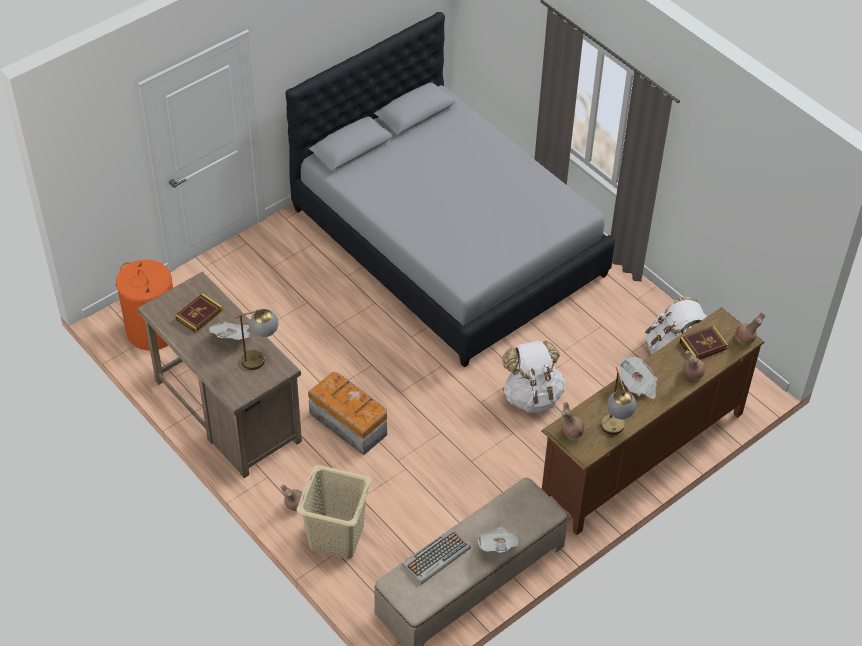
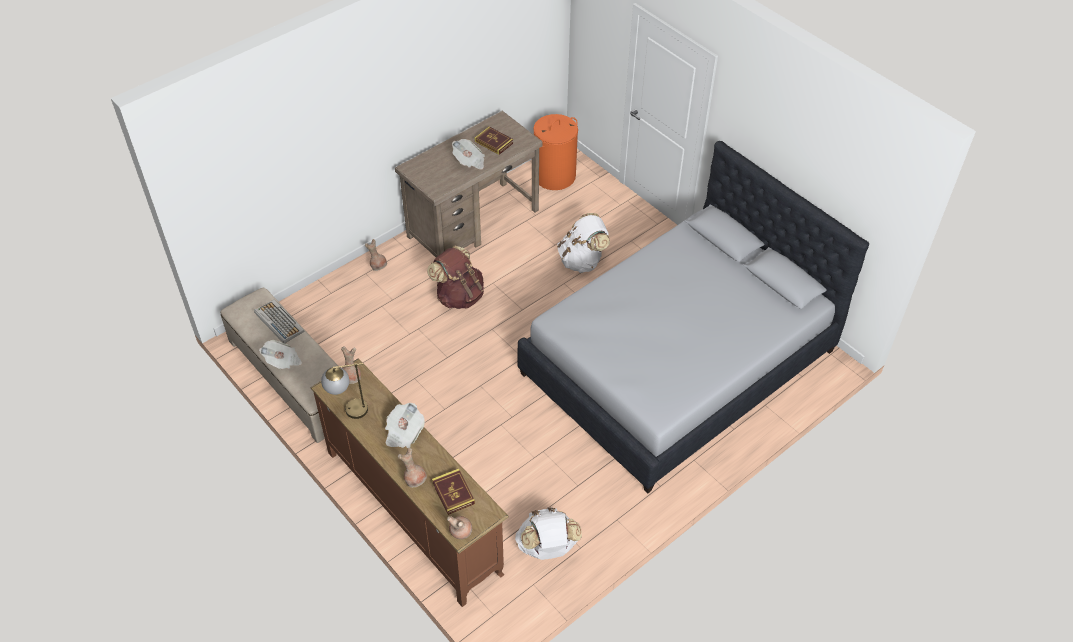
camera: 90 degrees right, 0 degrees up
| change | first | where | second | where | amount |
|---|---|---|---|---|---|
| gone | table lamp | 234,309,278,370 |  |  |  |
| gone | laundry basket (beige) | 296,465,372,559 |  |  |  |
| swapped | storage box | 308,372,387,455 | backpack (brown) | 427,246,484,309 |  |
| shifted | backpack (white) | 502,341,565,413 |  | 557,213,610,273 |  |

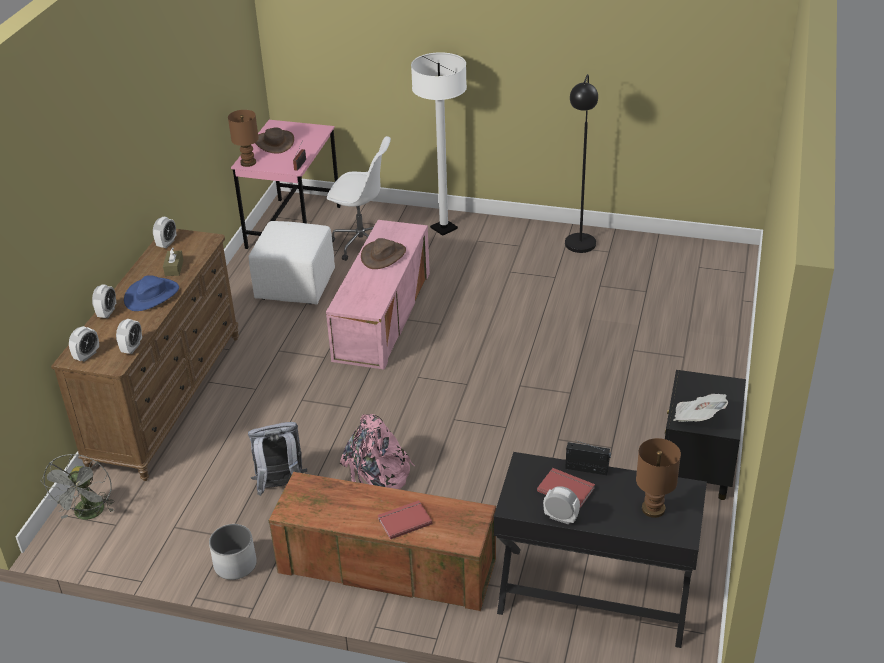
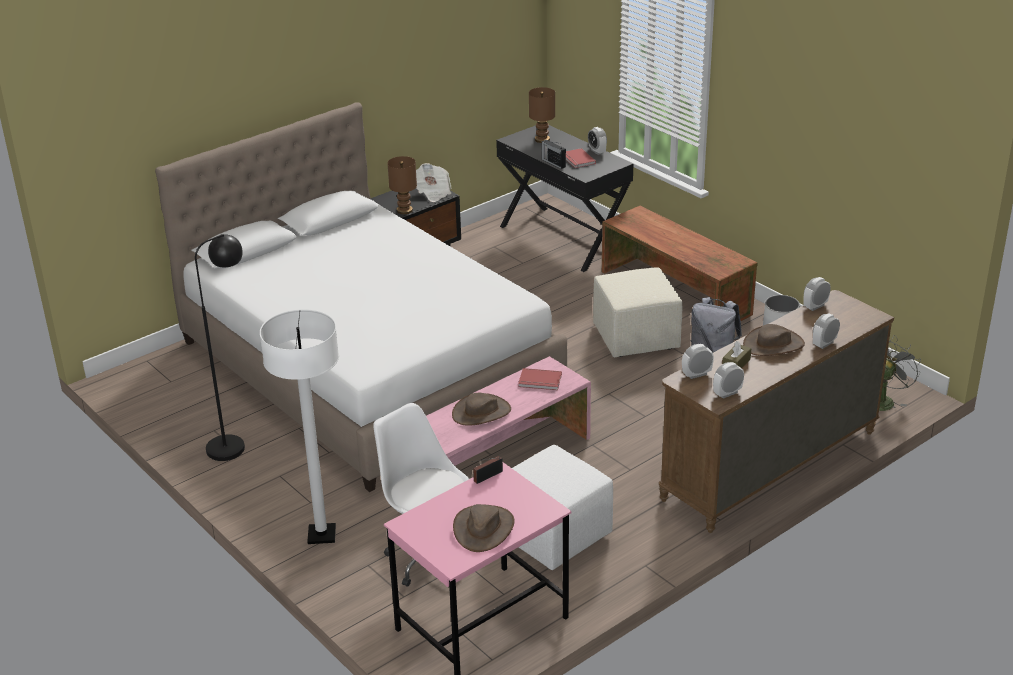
camera: 145 degrees left, 5 degrees down
| change | first | where | second | where | amount |
|---|---|---|---|---|---|
| shifted | alarm clock | 69,326,99,362 |  | 682,344,714,379 |  |
| repainted | hat (blue) | 124,275,179,311 | hat (brown) | 743,324,805,356 |  |
| shifted | table lamp (brown) | 228,110,259,167 |  | 387,156,417,214 |  |
| swapped | backpack (pink) | 340,414,415,489 | ottoman (beige) | 593,267,682,357 |  |
| shifted | book (red) | 378,500,432,540 |  | 518,368,562,390 |  |
| new |  |  | bed (white) | 155,102,567,492 |  |

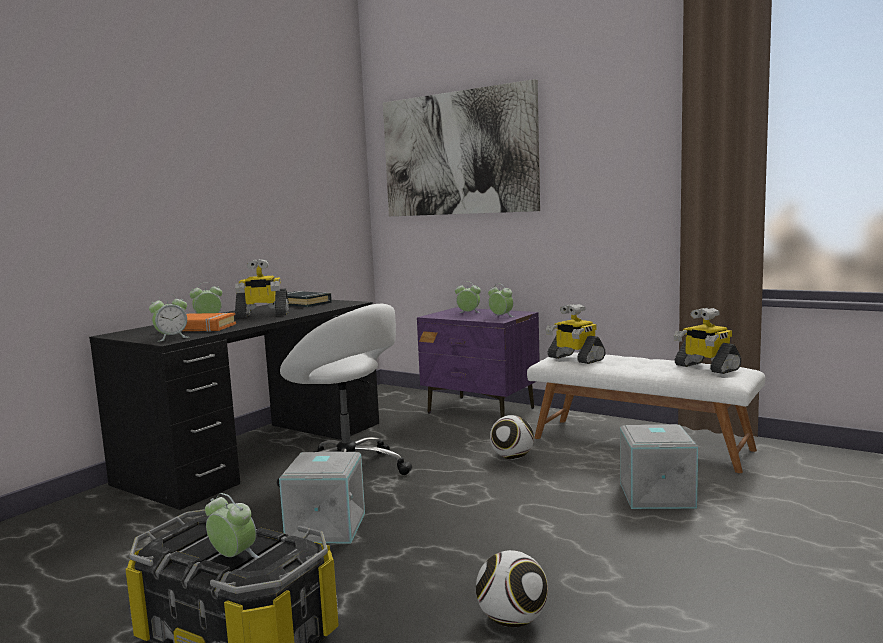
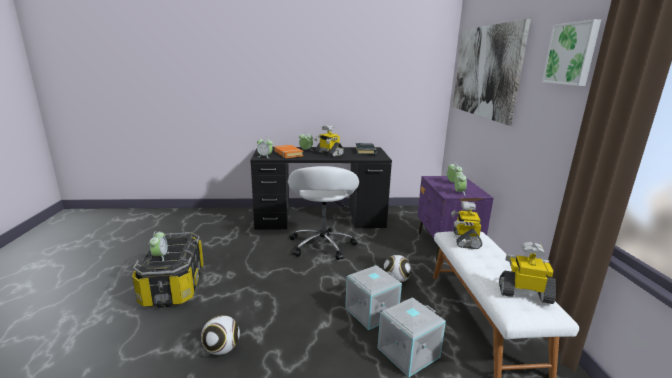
camera: 50 degrees right, 10 degrees up
| change | first | where | second | where | amount |
|---|---|---|---|---|---|
| shifted | storage box (grey) | 279,451,365,543 |  | 345,265,402,330 |  |
| rotated | toy robot | 674,308,741,374 |  | 499,242,556,304 | 90 degrees clockwise |
| new |  |  | picture | 542,19,601,86 |  |

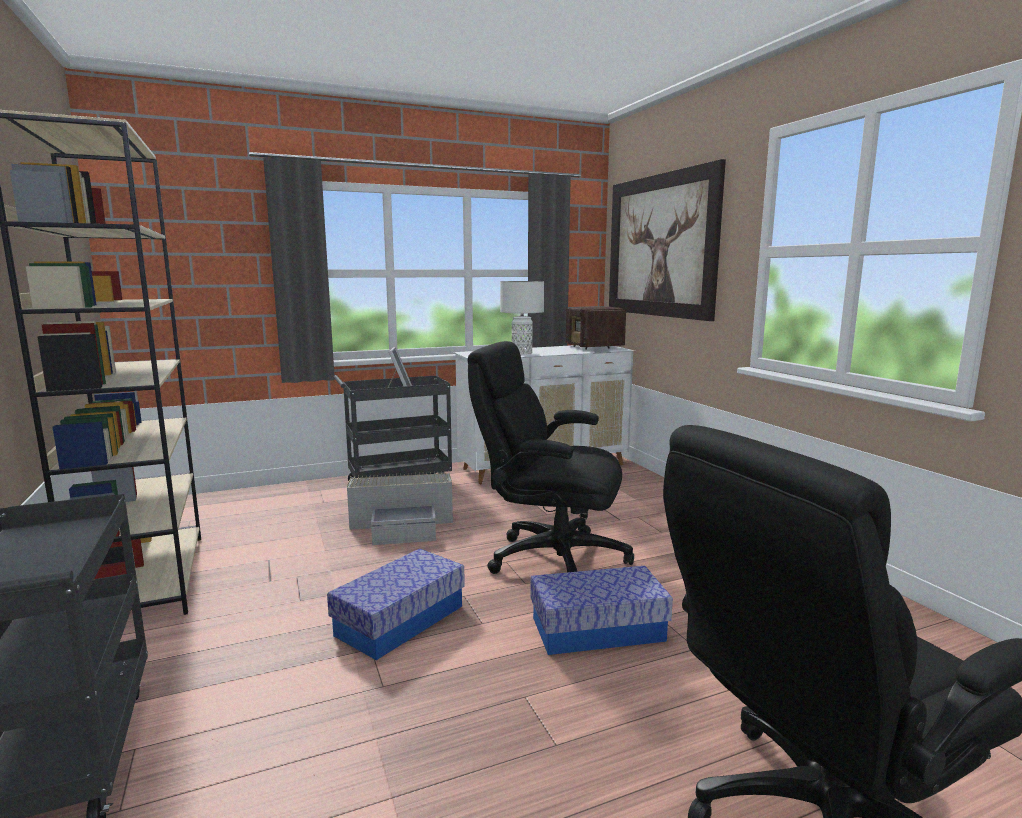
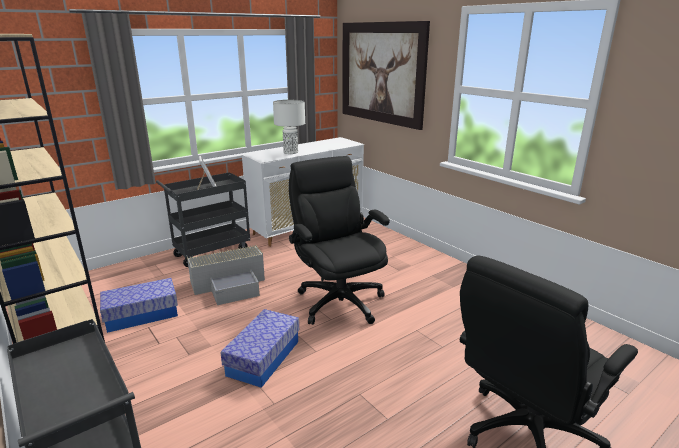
camera: 15 degrees left, 10 degrees up
| change | first | where | second | where | amount |
|---|---|---|---|---|---|
| rotated | office chair (black) | 468,341,634,574 |  | 289,156,390,325 | 60 degrees clockwise |
| shifted | storage box | 531,566,673,655 |  | 100,278,178,333 |  |
| gone | radio | 566,307,626,350 |  |  |  |

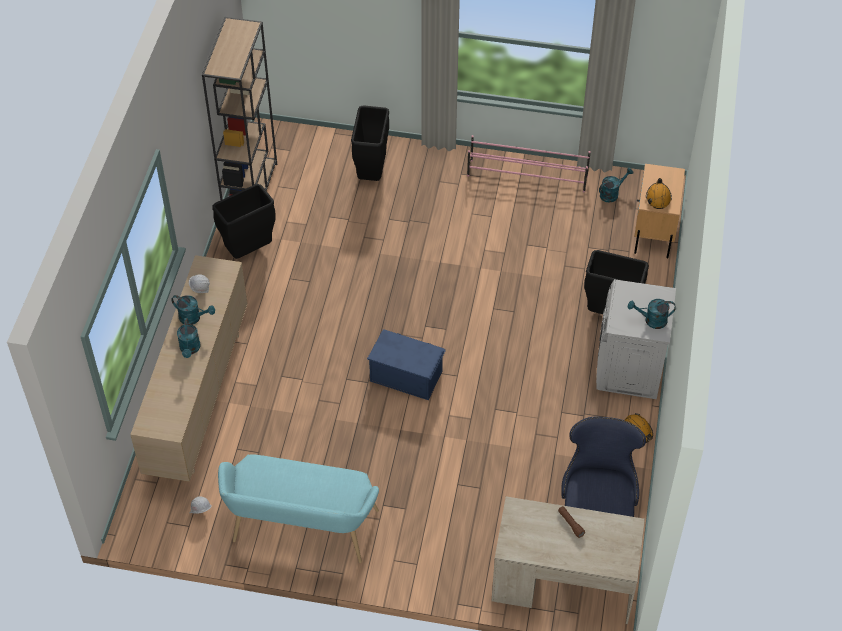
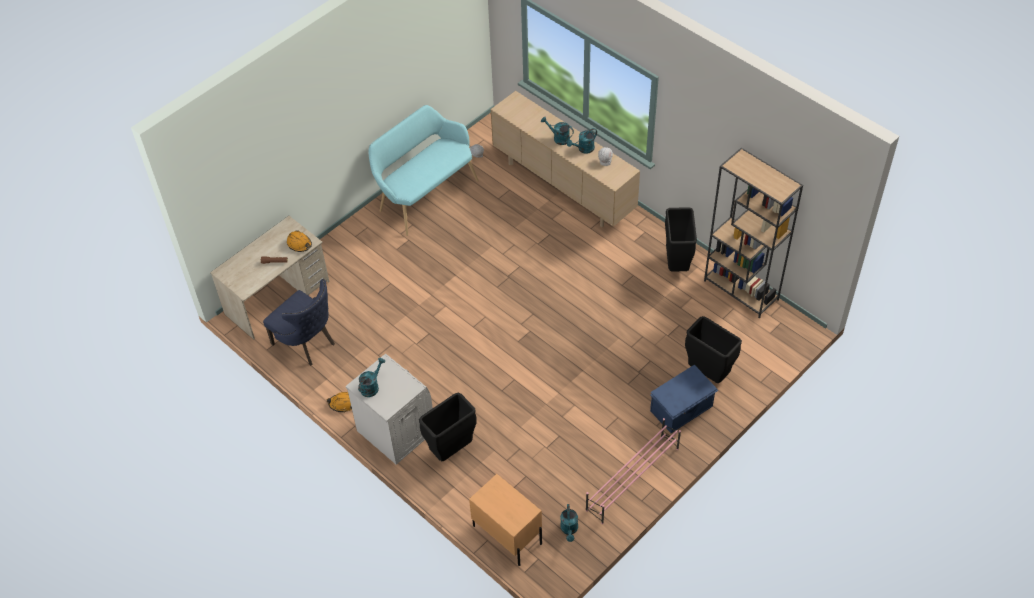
camera: 125 degrees right, 0 degrees up
| change | first | where | second | where | amount |
|---|---|---|---|---|---|
| shifted | storage box (blue) | 367,329,446,400 |  | 650,365,719,433 |  |
| shifted | hard hat (orange) | 646,178,672,209 |  | 287,230,312,252 |  |

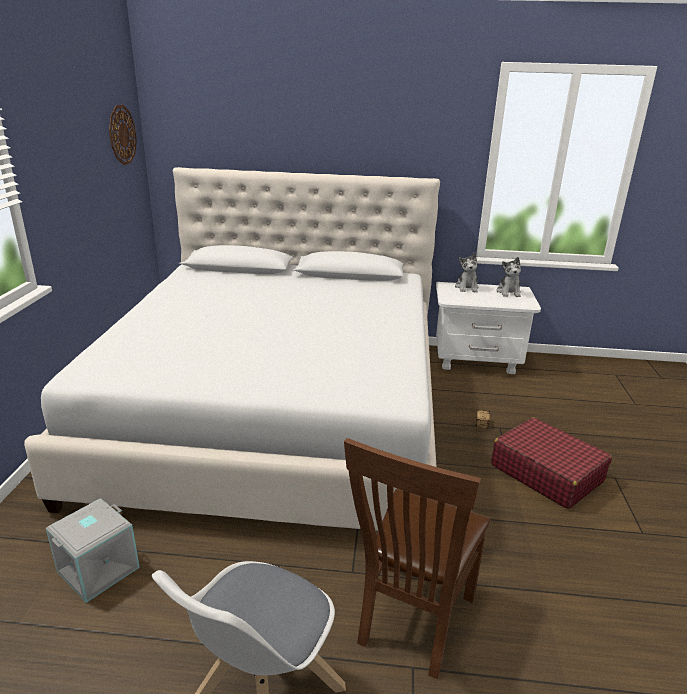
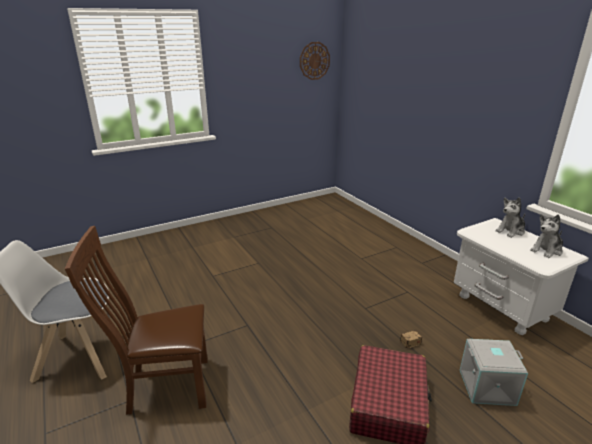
camera: 55 degrees right, 0 degrees up
| change | first | where | second | where | amount |
|---|---|---|---|---|---|
| gone | bed (white) | 24,167,440,531 |  |  |  |
| shifted | storage box (grey) | 46,498,140,603 |  | 460,339,528,406 |  |

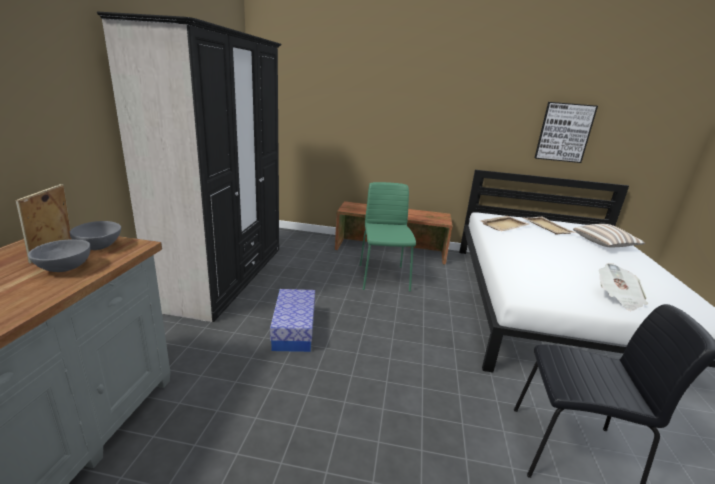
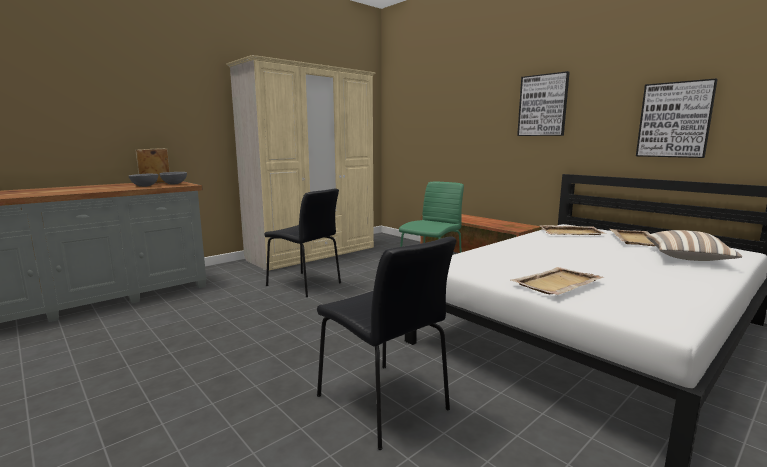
camera: 40 degrees right, 10 degrees down
| change | first | where | second | where | amount |
|---|---|---|---|---|---|
| repainted | wardrobe (black) | 97,11,281,322 | wardrobe (beige) | 226,55,375,271 |  |
| swapped | storage box | 270,289,315,352 | chair (black) | 264,188,341,297 |  |
| swapped | newspaper | 599,263,648,311 | tray (beige) | 510,267,604,295 |  |
| new |  |  | picture | 517,71,570,136 |  |

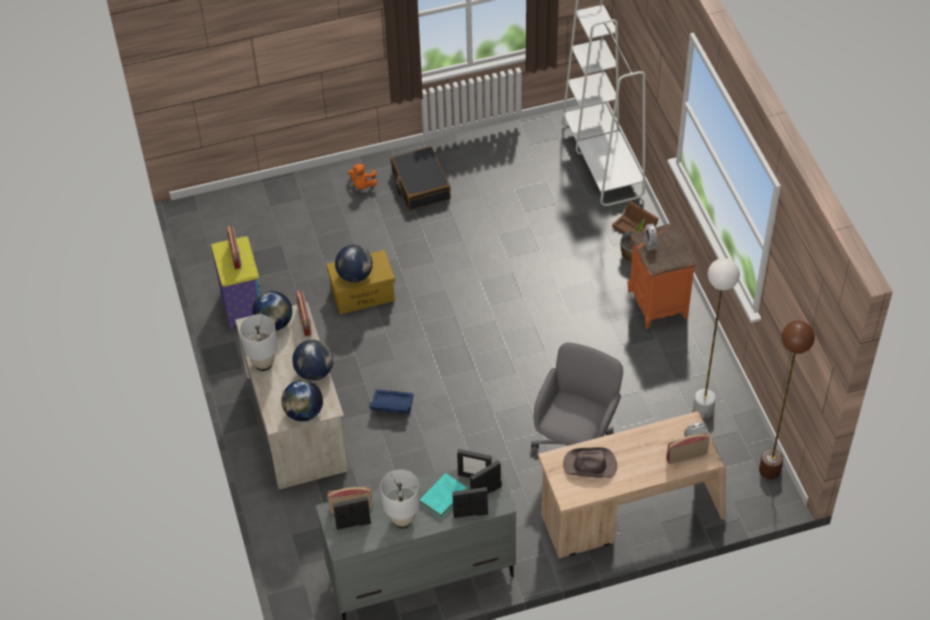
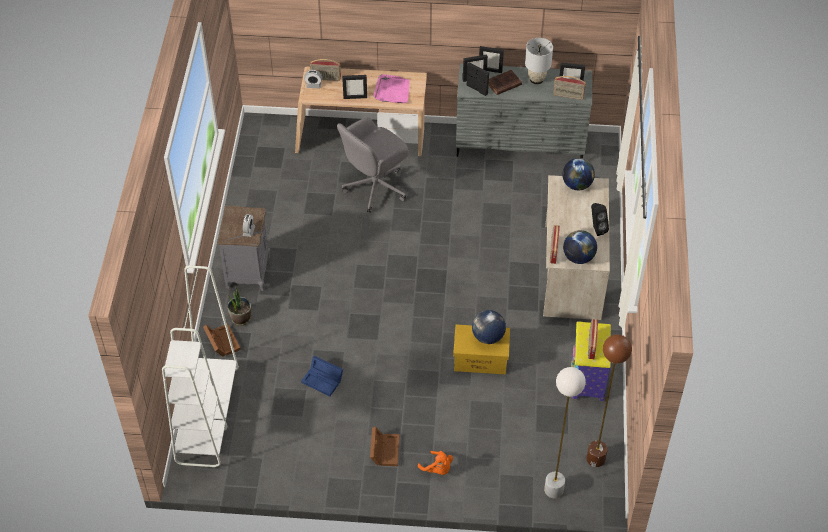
camera: 160 degrees left, 0 degrees up
| change | first | where | second | where | amount |
|---|---|---|---|---|---|
| swapped | table lamp (white) | 240,314,278,371 | speaker (black) | 591,203,609,236 |  |
| gone | globe | 292,340,333,381 |  |  |  |
| rotated | plush toy (orange) | 348,164,377,189 |  | 418,451,453,475 | 105 degrees clockwise |
| shifted | storage box (blue) | 369,389,413,414 |  | 301,356,343,396 |  |
| swapped | suitcase (black) | 391,147,451,210 | storage box (brown) | 370,427,400,466 |  |
| repainted | book (turquoise) | 420,473,467,518 | book (brown) | 489,70,522,95 |  |
| swapped | hat (brown) | 563,447,617,478 | tray (pink) | 373,74,409,103 |  |
| repainted | nightstand (orange) | 627,222,696,329 | nightstand (grey) | 218,205,274,291 |  |
| shifted | floor lamp (white) | 693,258,740,418 |  | 544,367,586,498 |  |
| shifted | floor lamp (brown) | 759,321,815,479 |  | 586,334,632,467 |  |
| new |  |  | picture frame | 342,75,367,99 |  |

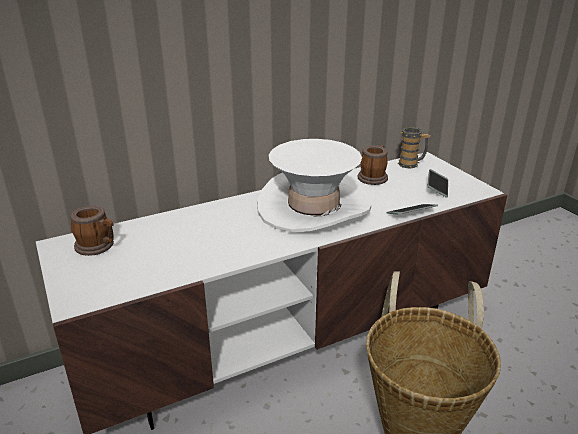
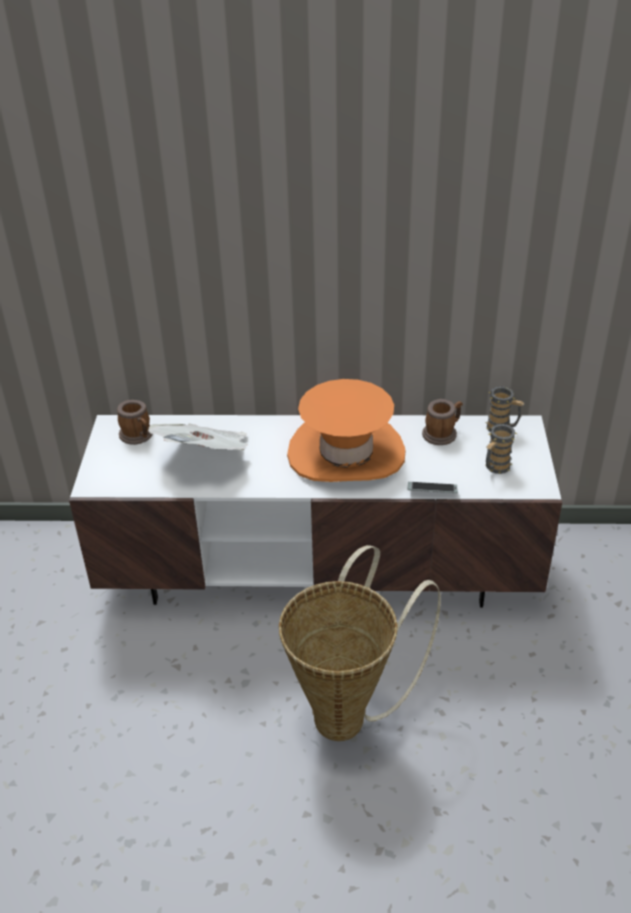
camera: 30 degrees right, 10 degrees up
| change | first | where | second | where | amount |
|---|---|---|---|---|---|
| repainted | hat (white) | 257,139,371,232 | hat (orange) | 287,379,405,482 |  |
| swapped | phone | 428,169,448,198 | mug | 486,424,517,474 |  |
| new |  |  | newspaper | 148,424,248,450 |  |

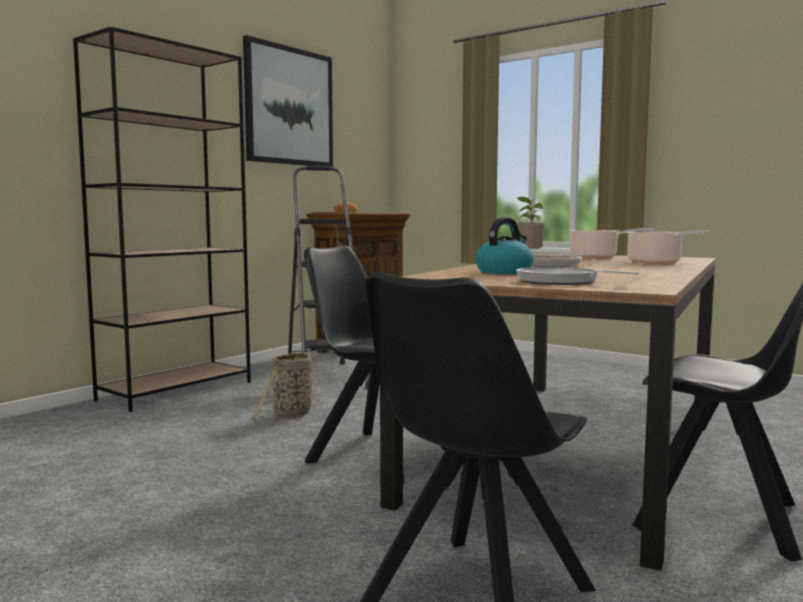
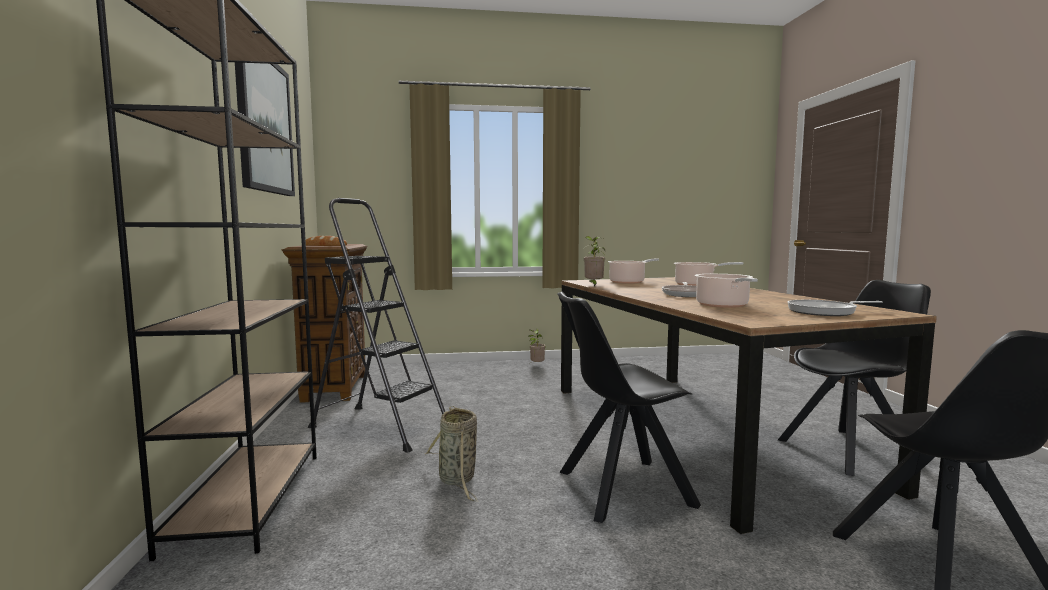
camera: 45 degrees left, 0 degrees up
| change | first | where | second | where | amount |
|---|---|---|---|---|---|
| swapped | kettle | 475,217,534,274 | cooking pot | 694,274,758,308 |  |
| new |  |  | potted plant | 528,329,545,364 |  |

